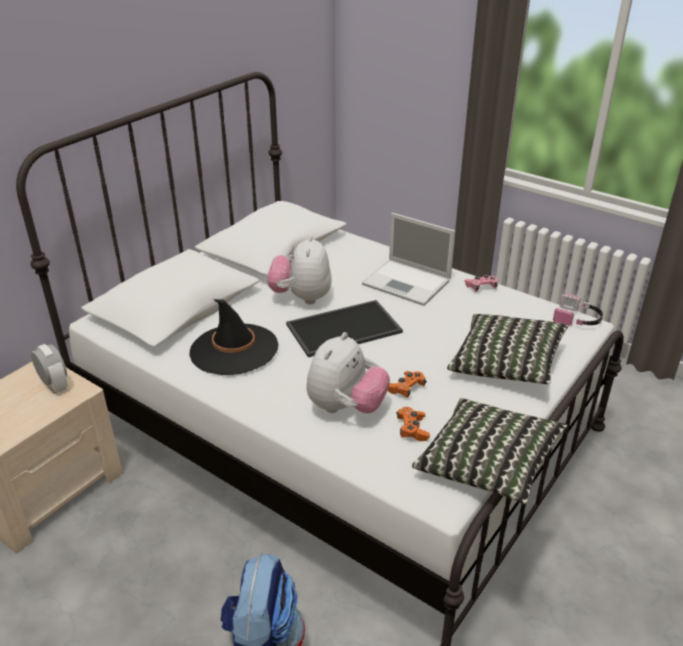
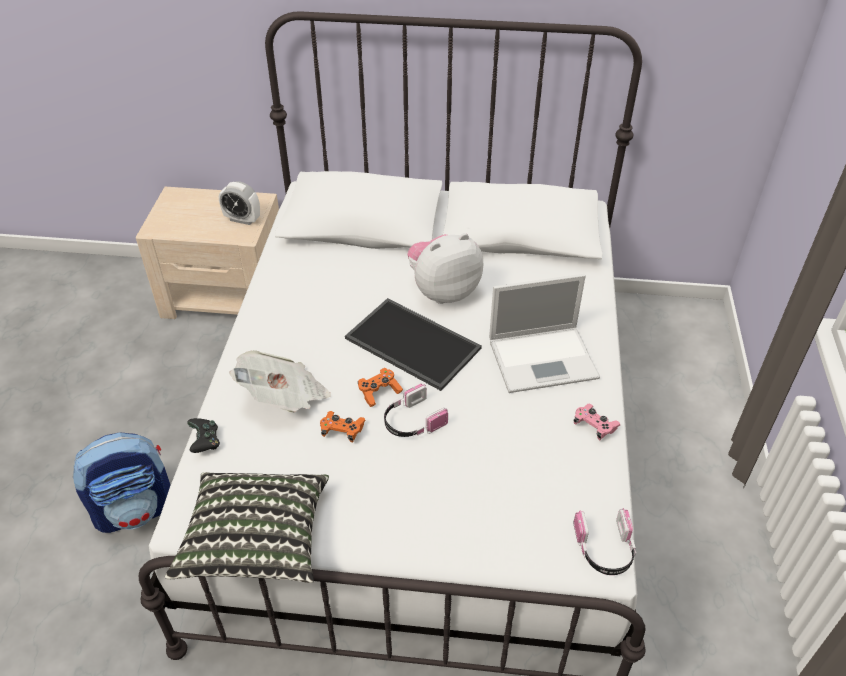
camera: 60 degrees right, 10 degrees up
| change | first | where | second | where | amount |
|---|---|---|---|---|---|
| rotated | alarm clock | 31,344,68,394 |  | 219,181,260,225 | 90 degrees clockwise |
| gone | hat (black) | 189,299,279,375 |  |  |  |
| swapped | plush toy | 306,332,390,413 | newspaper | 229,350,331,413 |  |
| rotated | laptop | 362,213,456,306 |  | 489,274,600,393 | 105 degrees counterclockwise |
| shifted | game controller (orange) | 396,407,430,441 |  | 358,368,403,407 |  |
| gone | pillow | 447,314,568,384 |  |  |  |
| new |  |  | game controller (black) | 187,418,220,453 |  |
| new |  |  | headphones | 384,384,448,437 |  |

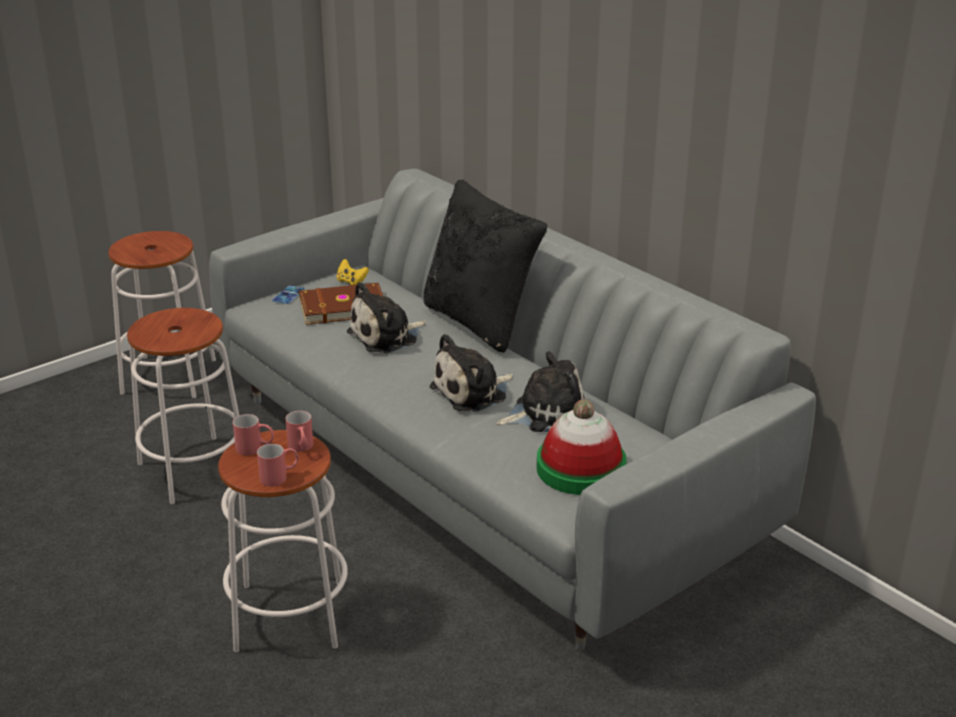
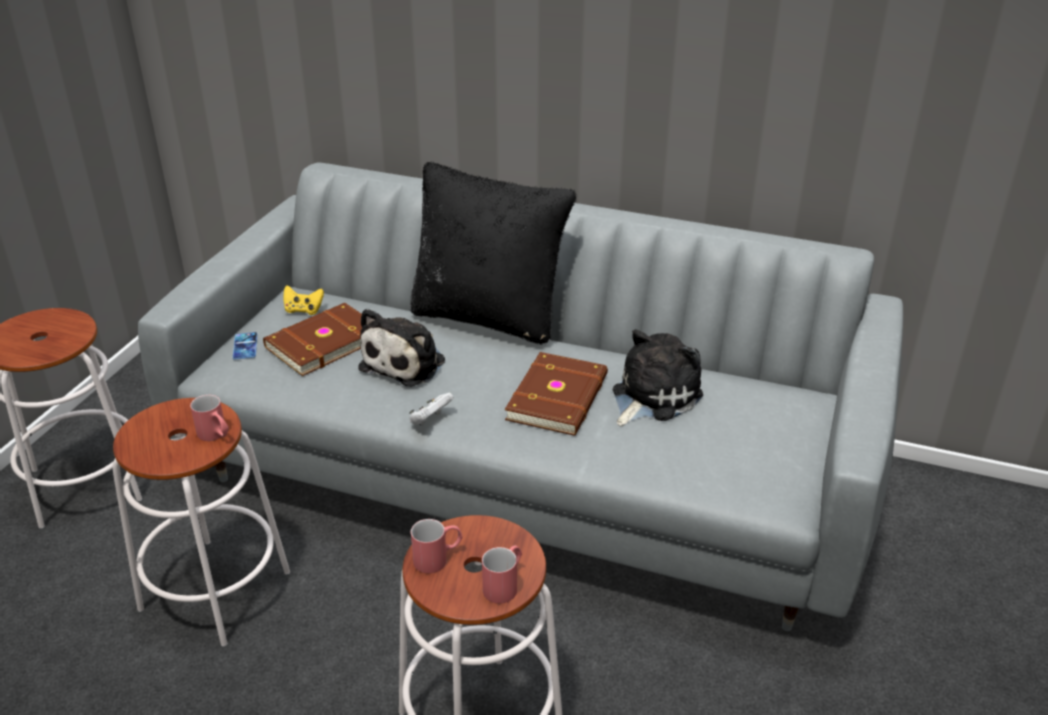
camera: 30 degrees left, 5 degrees up
| change | first | where | second | where | amount |
|---|---|---|---|---|---|
| shifted | mug (red) | 285,411,313,452 |  | 190,395,229,441 |  |
| swapped | plush toy | 430,334,514,412 | book (brown) | 505,352,608,435 |  |
| gone | hat | 536,399,626,495 |  |  |  |
| new |  |  | game controller (white) | 409,393,454,425 |  |

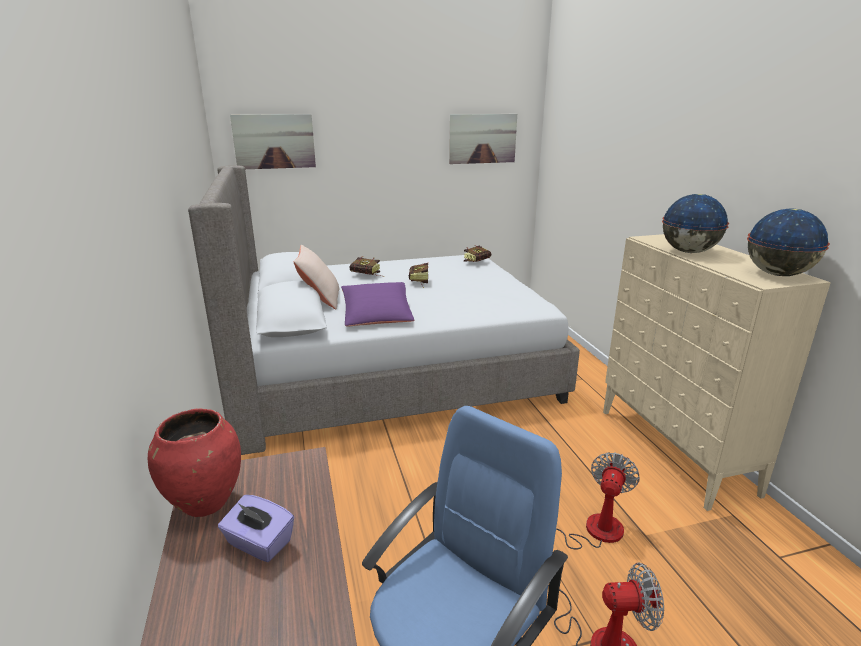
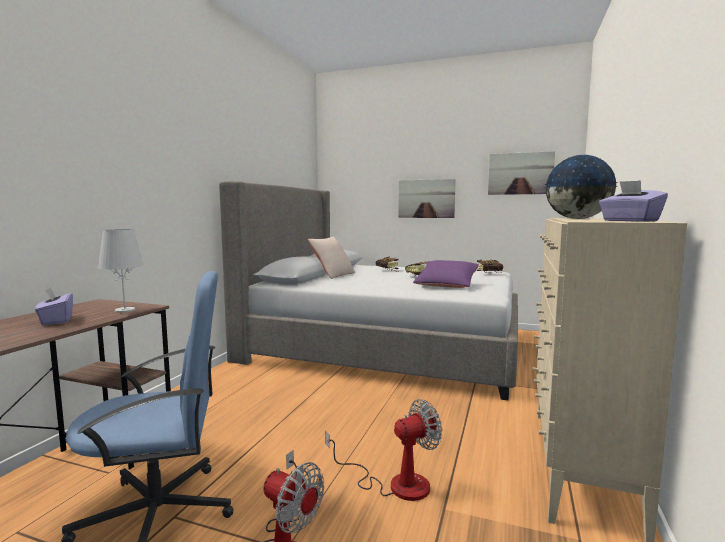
camera: 35 degrees right, 15 degrees down
| change | first | where | second | where | amount |
|---|---|---|---|---|---|
| gone | vase (red) | 148,408,241,517 |  |  |  |
| shifted | picture | 230,114,316,169 |  | 398,179,456,218 |  |
| shifted | pillow (purple) | 341,282,414,326 |  | 413,260,479,288 |  |
| swapped | globe | 747,209,830,276 | tissue box (purple) | 599,180,668,222 |  |
| new |  |  | table lamp (white) | 98,229,144,313 |  |

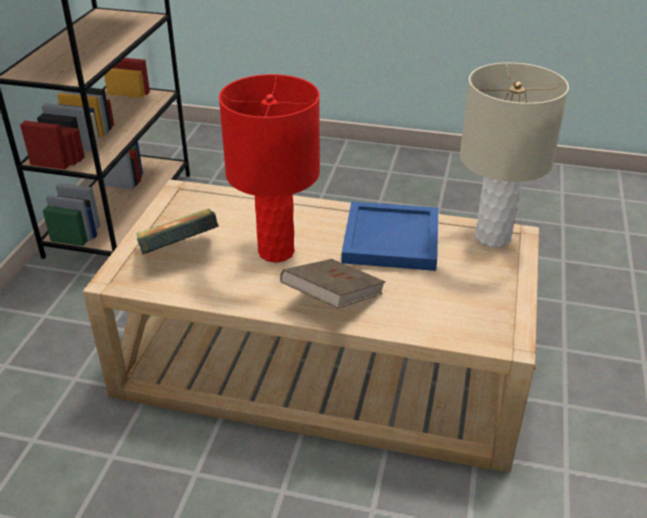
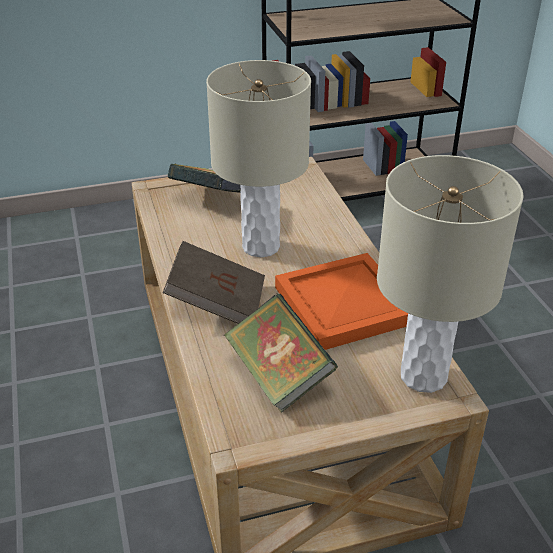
camera: 60 degrees right, 0 degrees up
| change | first | where | second | where | amount |
|---|---|---|---|---|---|
| repainted | table lamp (red) | 219,74,320,263 | table lamp (beige) | 206,60,311,257 |  |
| repainted | tray (blue) | 341,201,438,271 | tray (orange) | 275,253,408,350 |  |
| new |  |  | book | 223,294,338,413 |  |

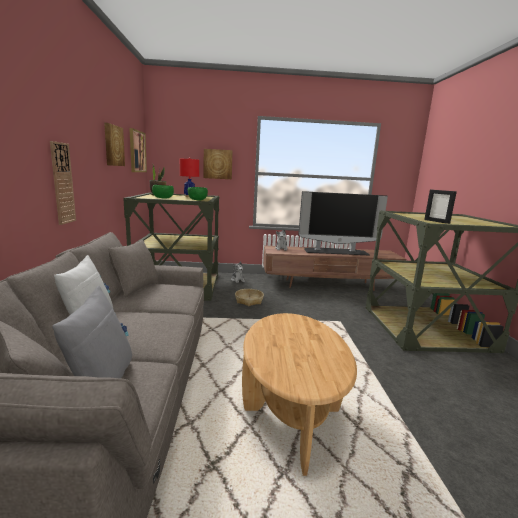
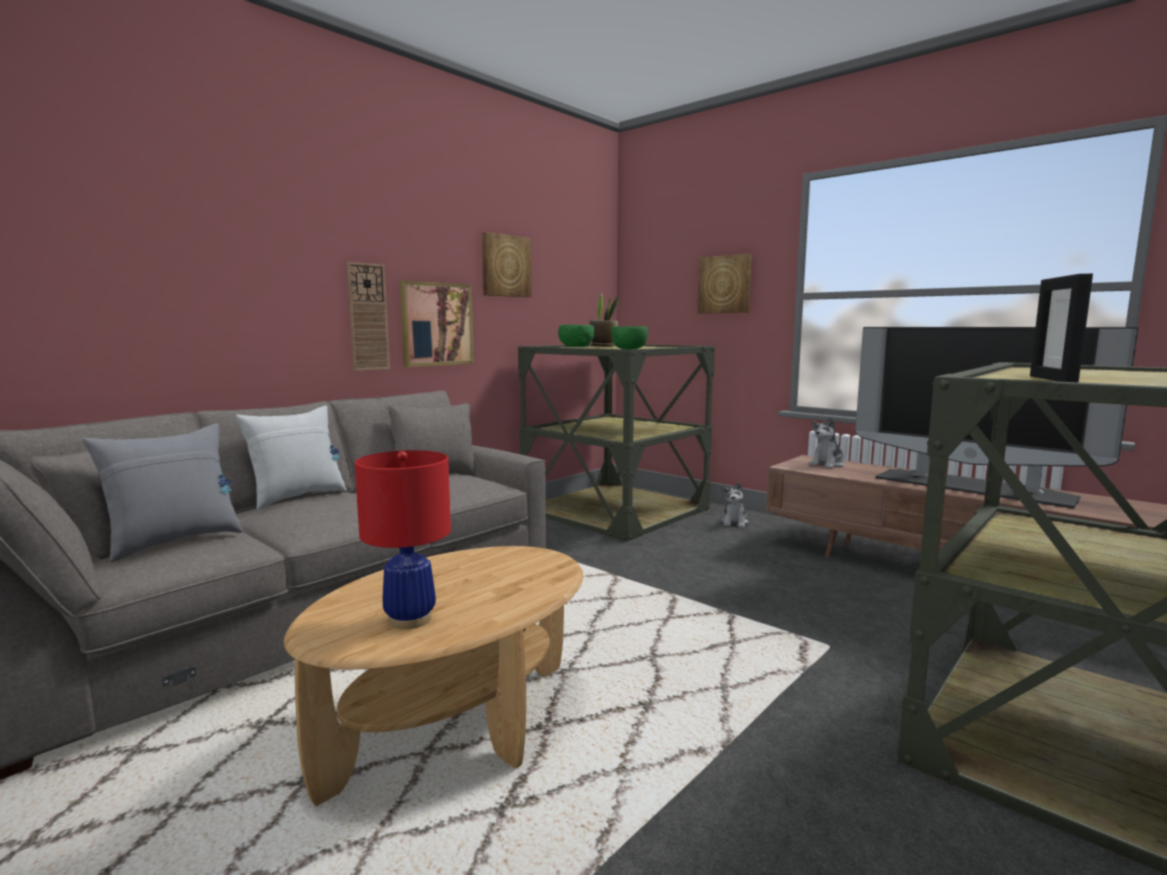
camera: 45 degrees right, 5 degrees down
| change | first | where | second | where | amount |
|---|---|---|---|---|---|
| shifted | picture | 129,128,147,172 |  | 400,281,474,367 |  |
| shifted | table lamp (red) | 180,157,199,197 |  | 355,450,451,629 |  |
| gone | basket | 235,289,264,306 |  |  |  |

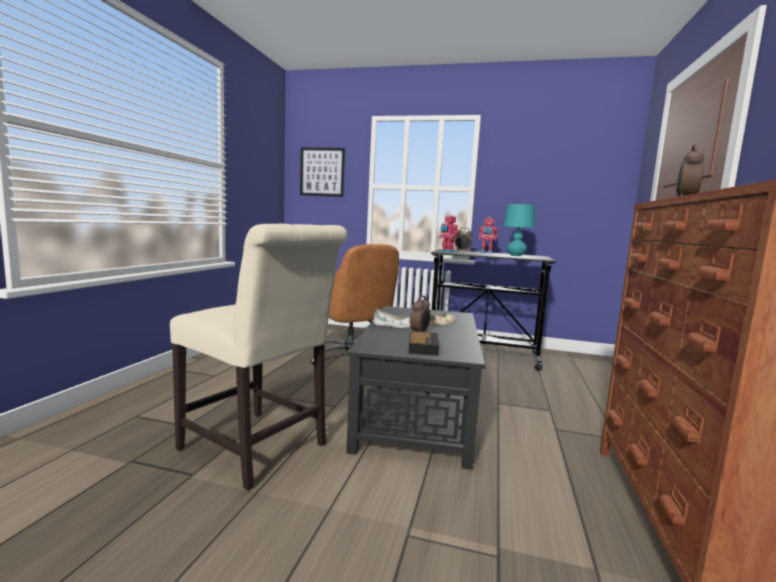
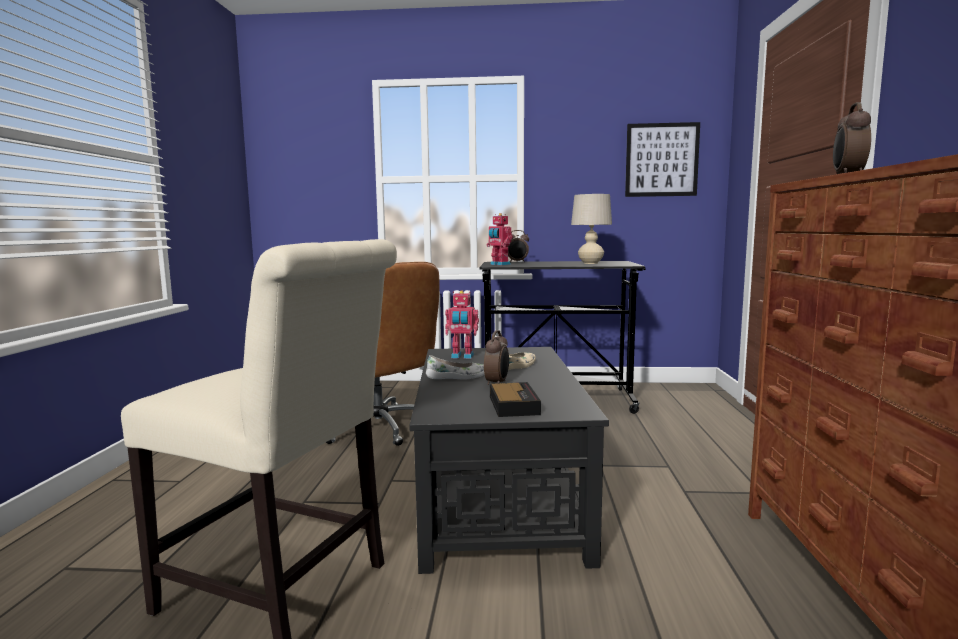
camera: 10 degrees left, 0 degrees up
| change | first | where | second | where | amount |
|---|---|---|---|---|---|
| shifted | picture | 300,148,345,197 |  | 625,122,700,197 |  |
| shifted | toy robot | 479,217,498,254 |  | 445,290,479,359 |  |
| repainted | table lamp (turquoise) | 504,204,535,256 | table lamp (beige) | 571,194,612,264 |  |

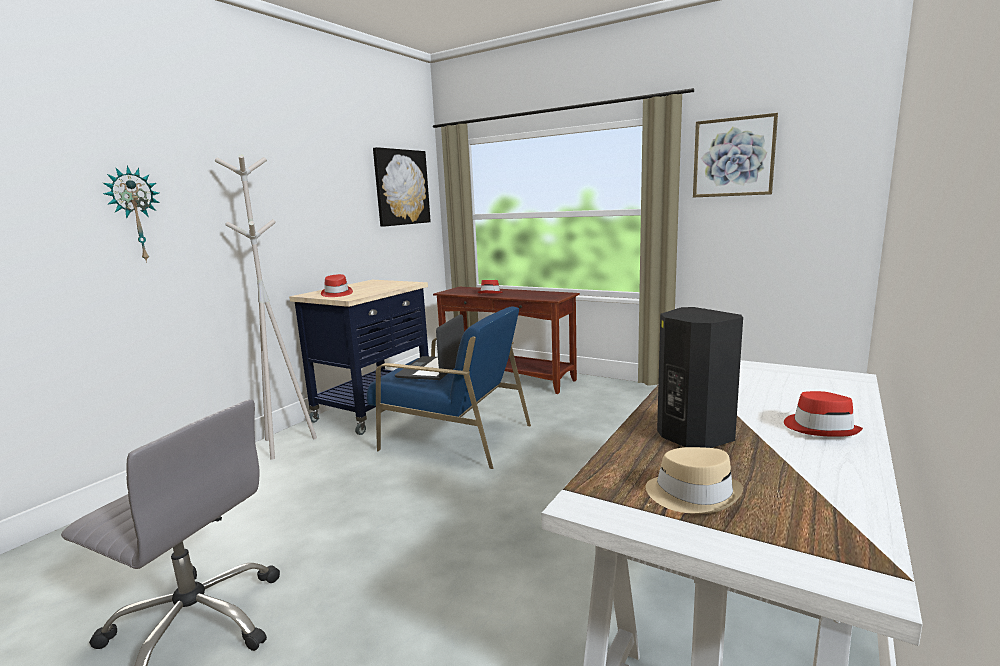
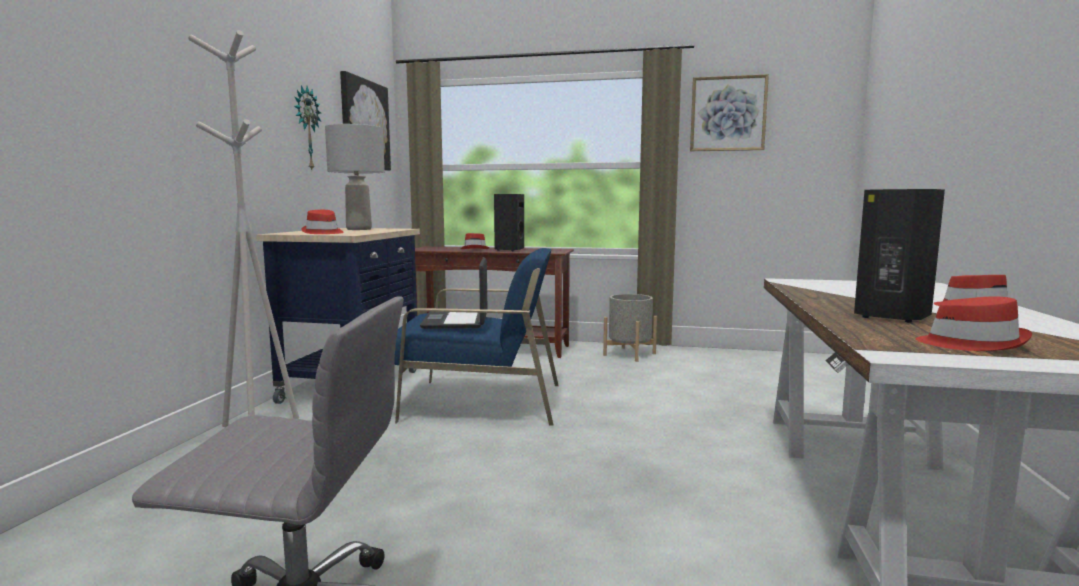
camera: 20 degrees left, 5 degrees down
| change | first | where | second | where | amount |
|---|---|---|---|---|---|
| shifted | wall clock | 103,165,160,263 |  | 294,85,321,170 |  |
| repainted | hat (beige) | 645,447,743,514 | hat (red) | 916,296,1032,351 |  |
| new |  |  | table lamp (grey) | 325,123,385,230 |  |
| new |  |  | speaker (black) | 494,194,524,251 |  |
| new |  |  | planter (grey) | 603,294,657,362 |  |

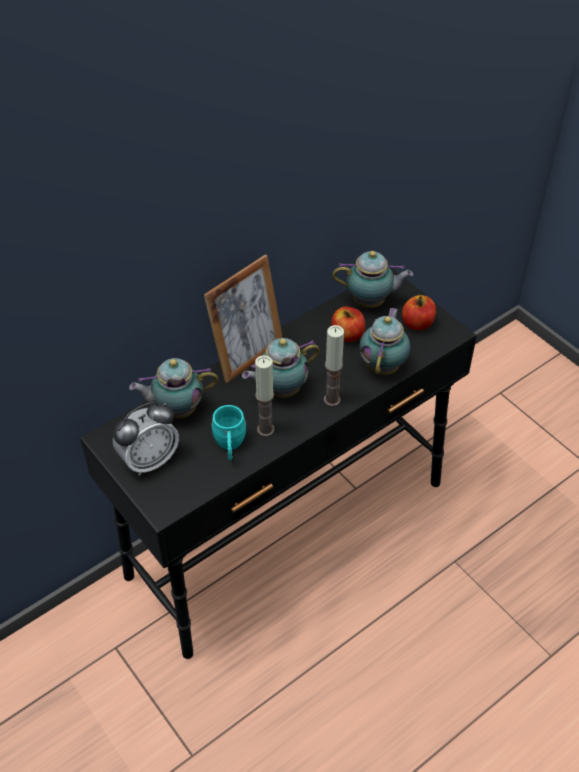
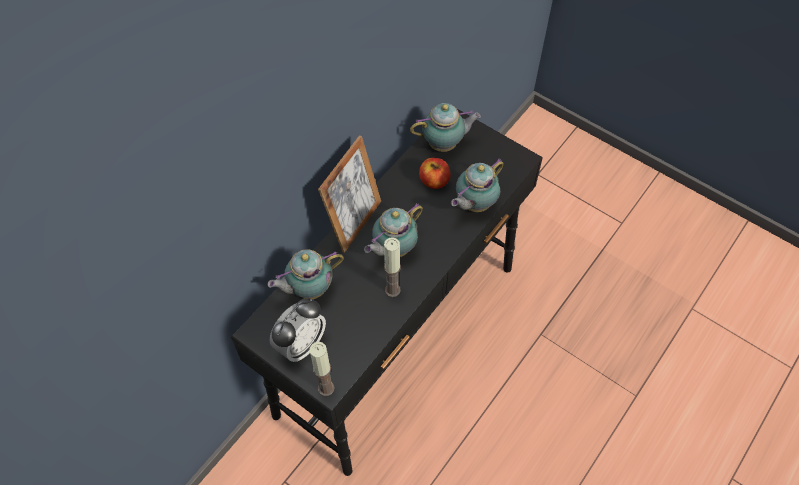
camera: 15 degrees left, 10 degrees up
| change | first | where | second | where | amount |
|---|---|---|---|---|---|
| gone | mug (turquoise) | 211,405,246,460 |  |  |  |
| shifted | candle | 324,325,344,406 |  | 310,342,335,396 |  |
| rotated | teapot | 359,308,410,375 |  | 451,159,504,212 | 135 degrees counterclockwise |
| gone | apple | 402,295,436,330 |  |  |  |

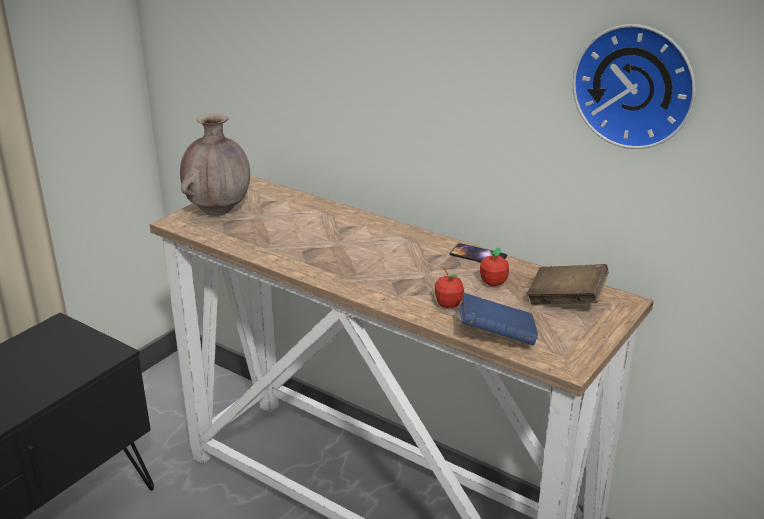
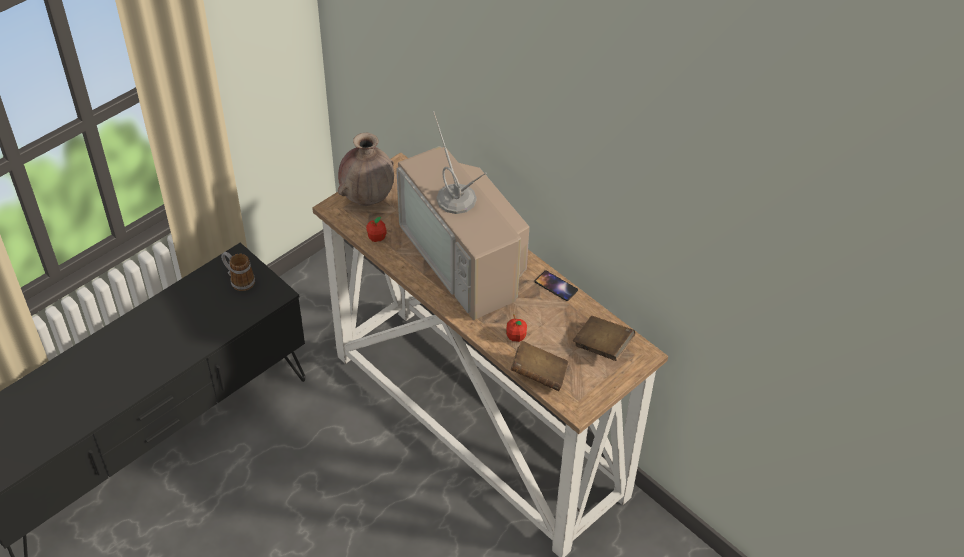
camera: 10 degrees right, 20 degrees up
| change | first | where | second | where | amount |
|---|---|---|---|---|---|
| repainted | book (blue) | 459,293,538,345 | book (brown) | 511,341,568,391 |  |
| shifted | apple | 480,248,509,286 |  | 366,216,386,242 |  |
| gone | wall clock | 572,24,696,149 |  |  |  |
| new |  |  | mug | 221,252,255,291 |  |
| new |  |  | television | 396,111,529,320 |  |

